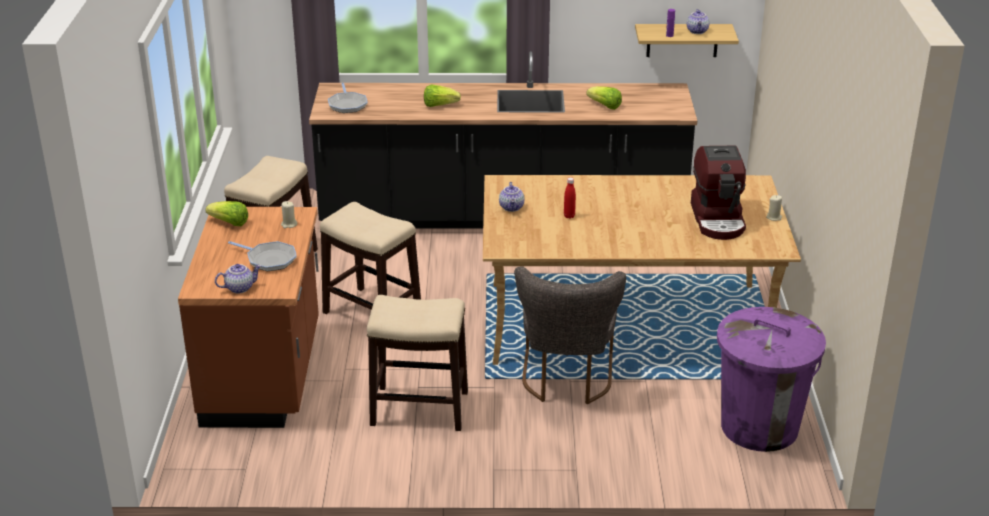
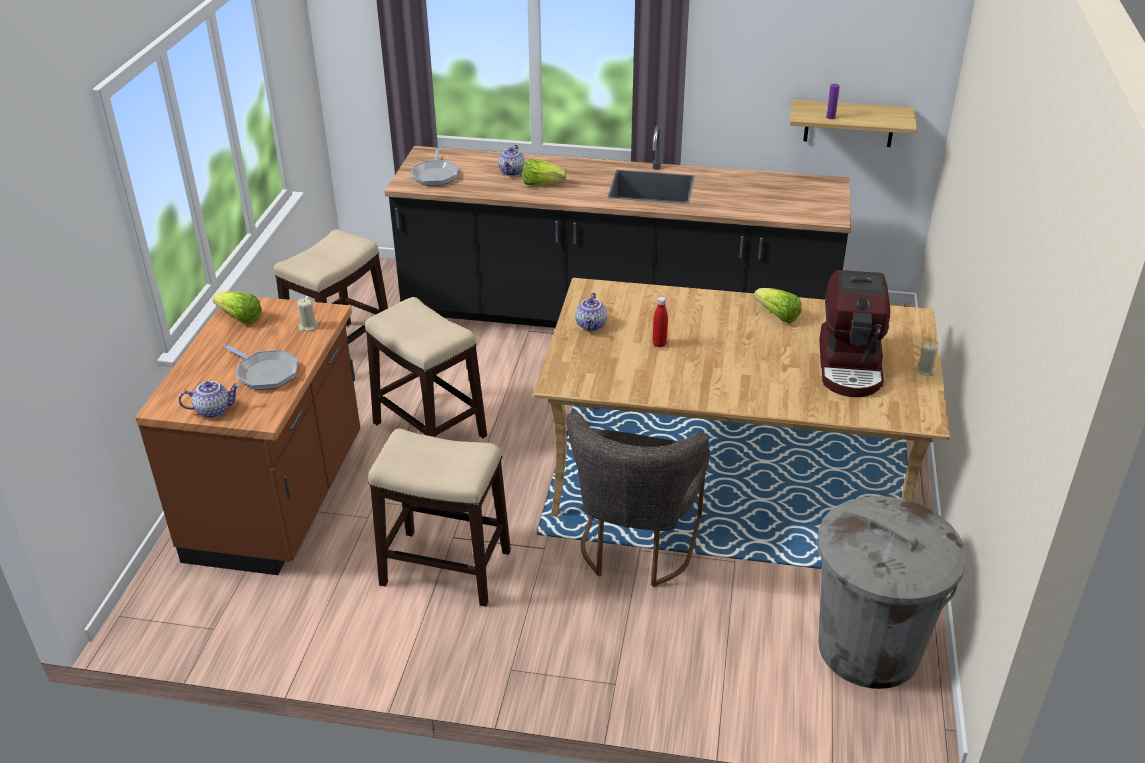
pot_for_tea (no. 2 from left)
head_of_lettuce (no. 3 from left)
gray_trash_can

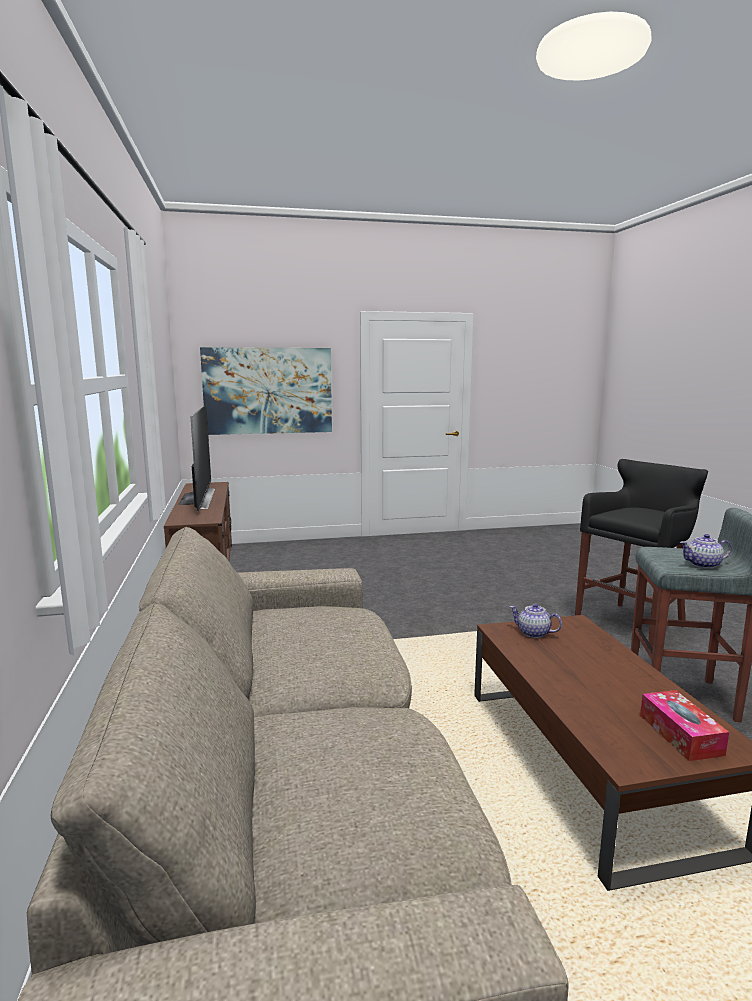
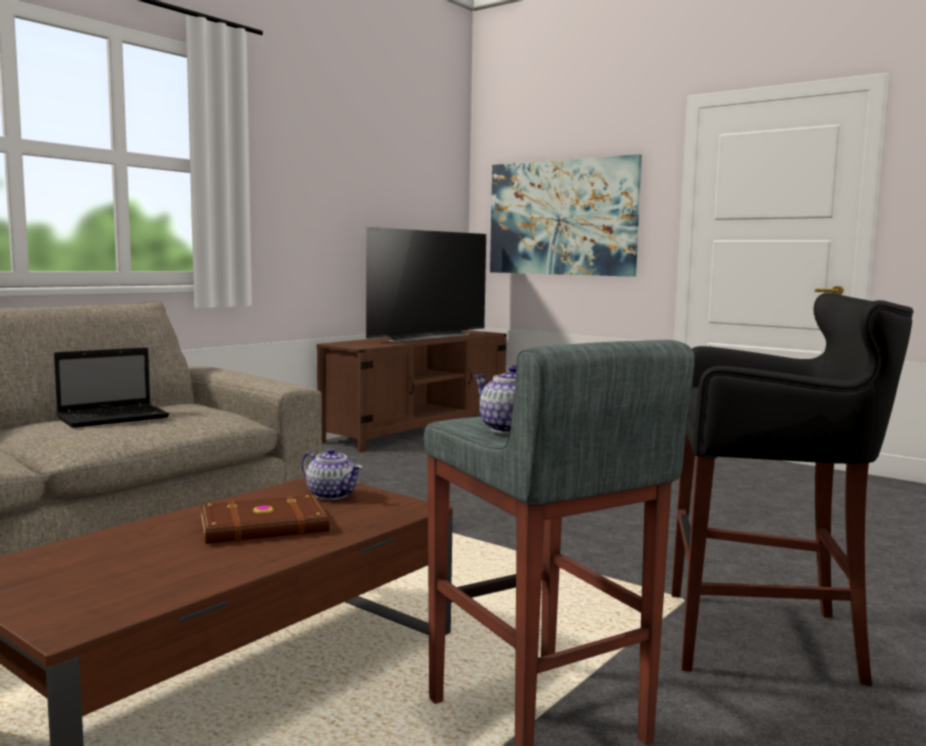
laptop
brown_book
pot_for_tea (no. 1 from left)
tissue_box

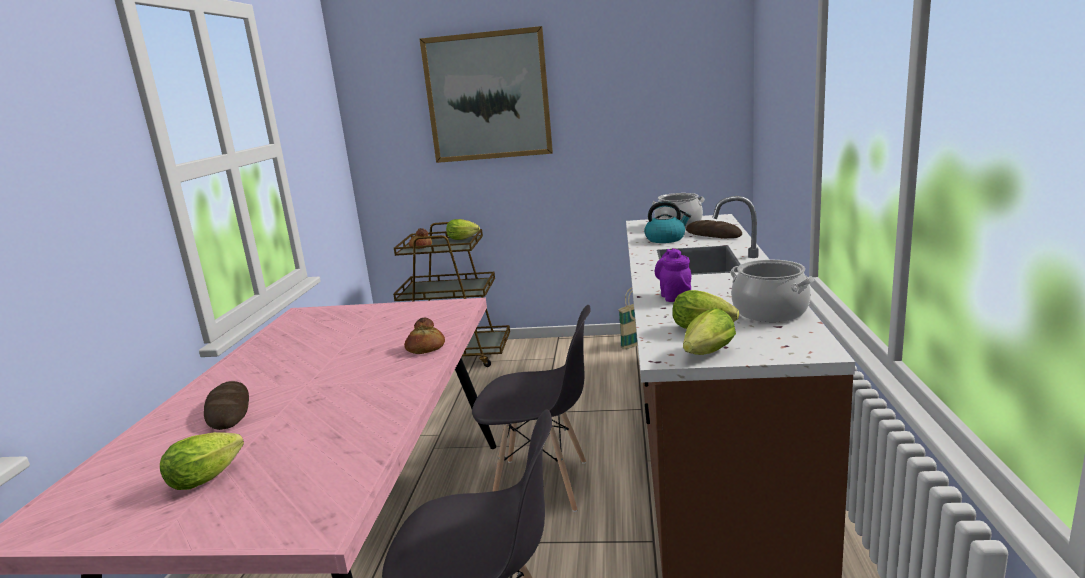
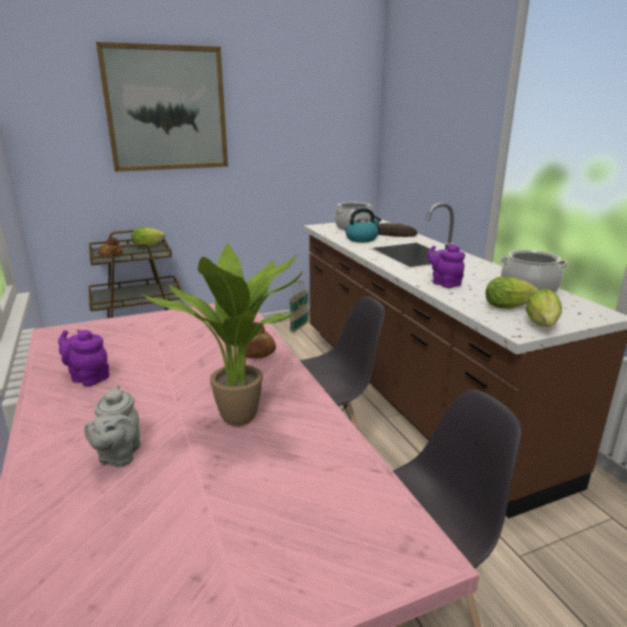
purple_pot_for_tea (no. 1 from left)
gray_pot_for_tea
potted_plant
head_of_lettuce (no. 1 from left in the first image)

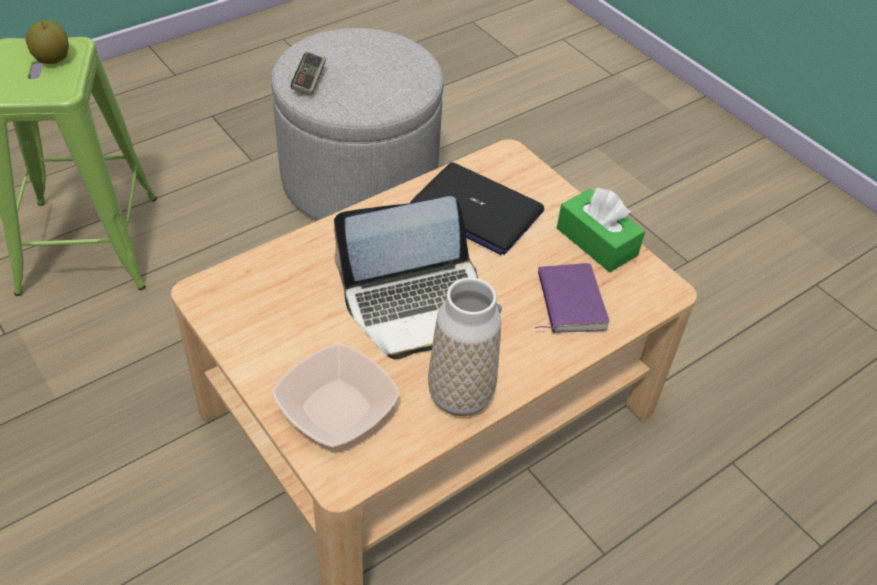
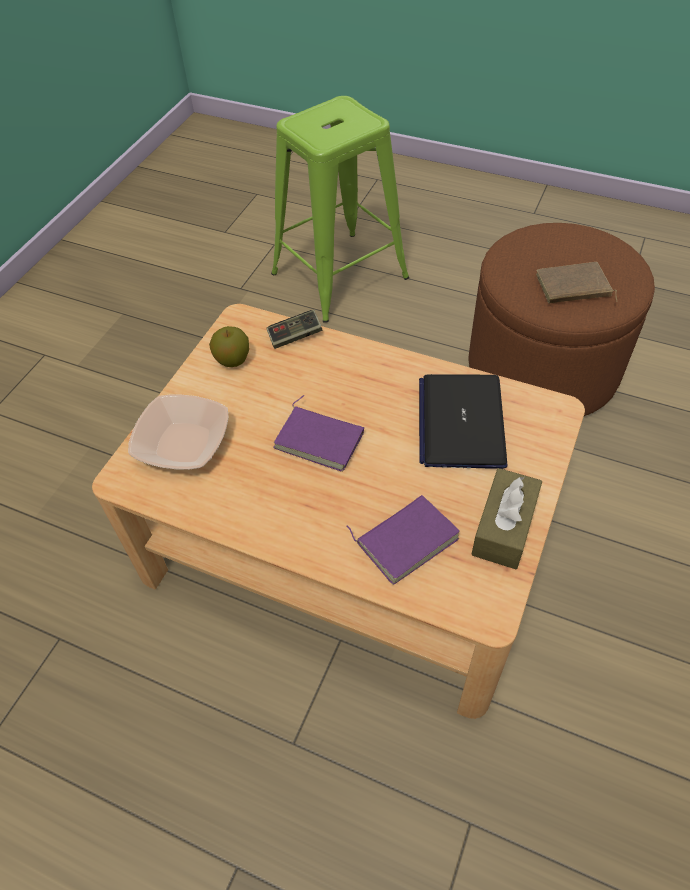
apple_fruit
joypad
purple_book (no. 1 from left)
brown_pouffe
brown_tissue_box
brown_book
flower_vase

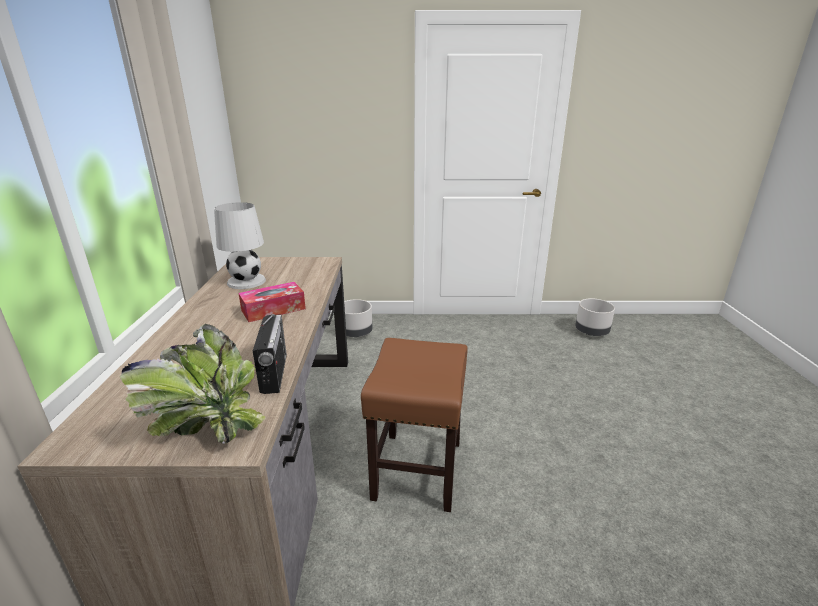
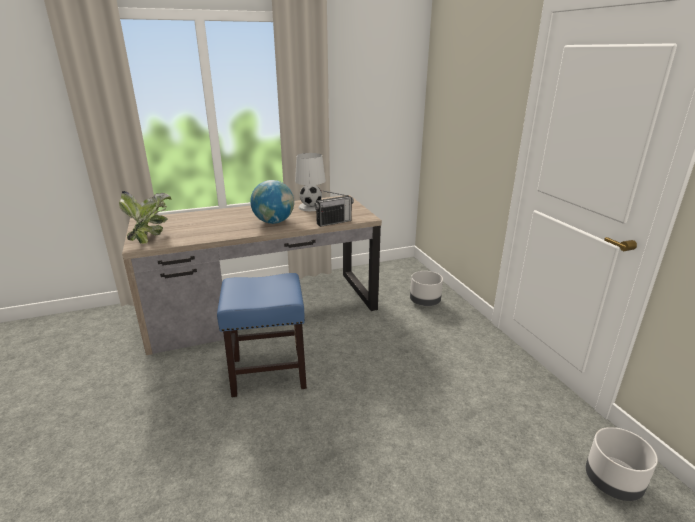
bluish_stool
desk_globe
radio

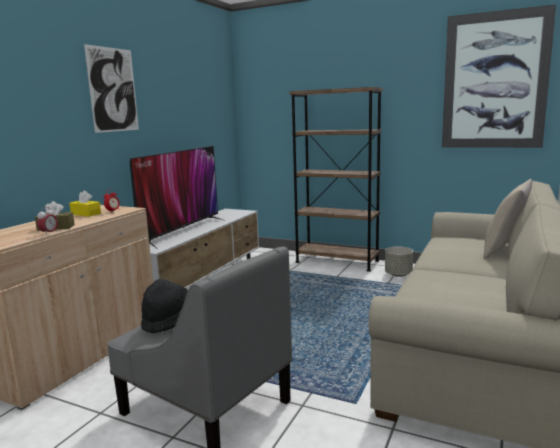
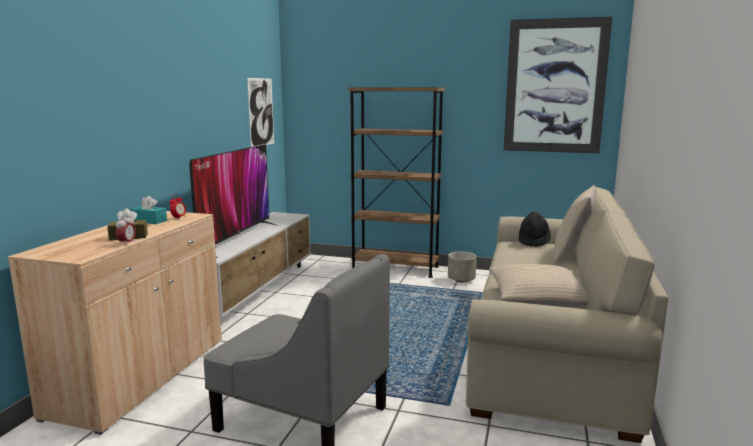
blue-green_tissue_box
wall_picture (no. 1 from left)
beige-coloured_pillow (no. 1 from left)
blackish_clothing_hat

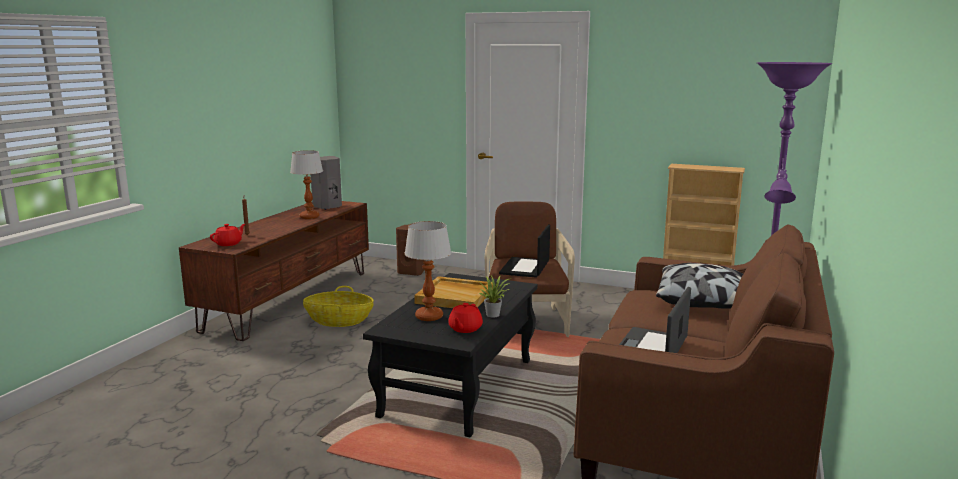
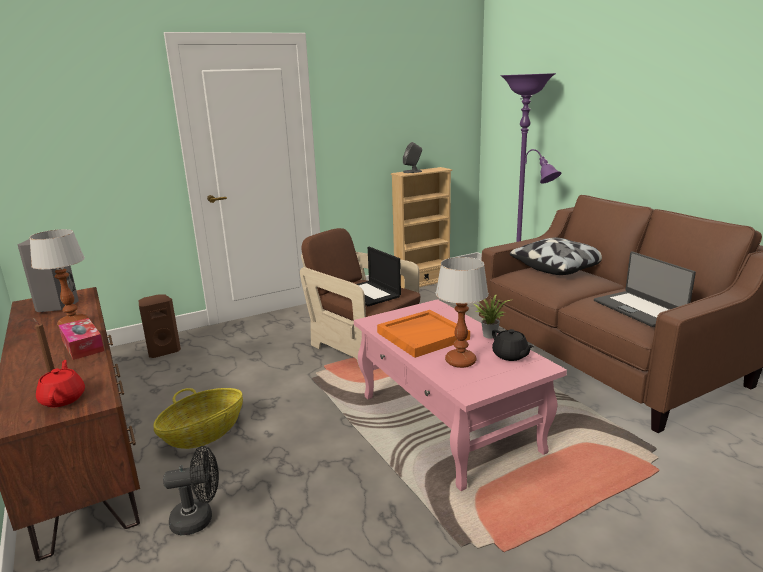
tissue_box
blackish_electric_fan
pink-coloured_lounge_table
orange_serving_tray
gray_loudspeaker (no. 2 from left)
blackish_pot_for_tea

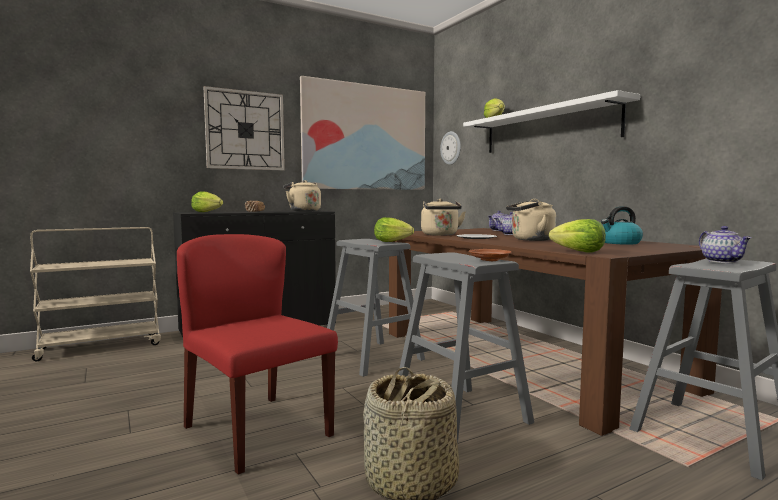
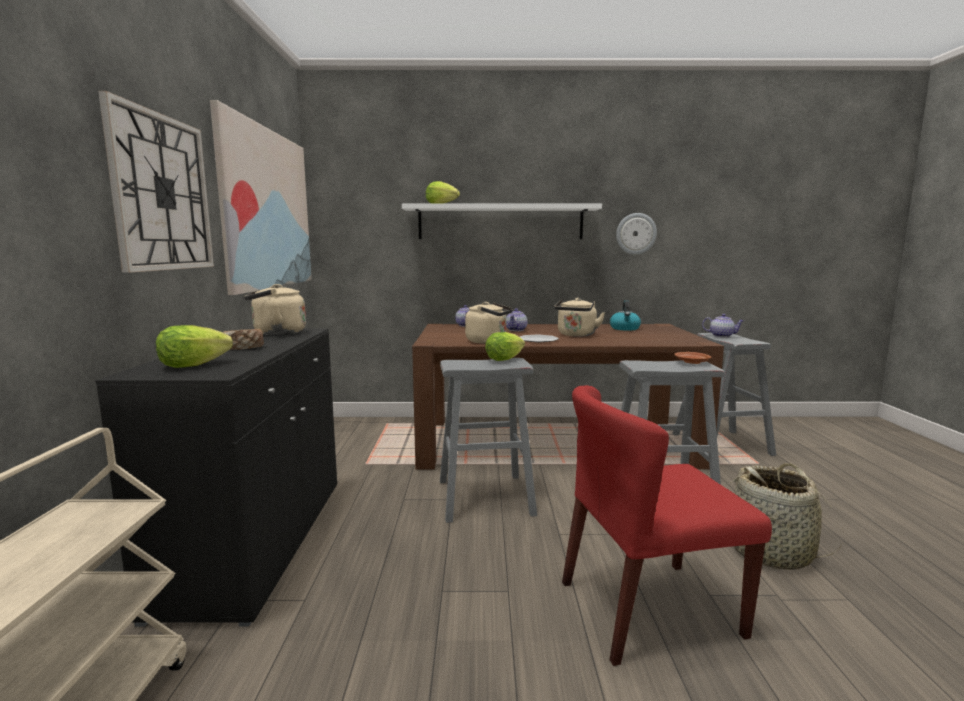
wall_clock (no. 2 from left)
head_of_lettuce (no. 4 from left in the first image)

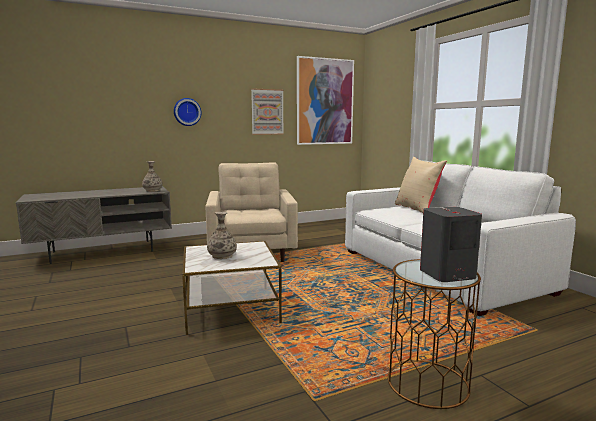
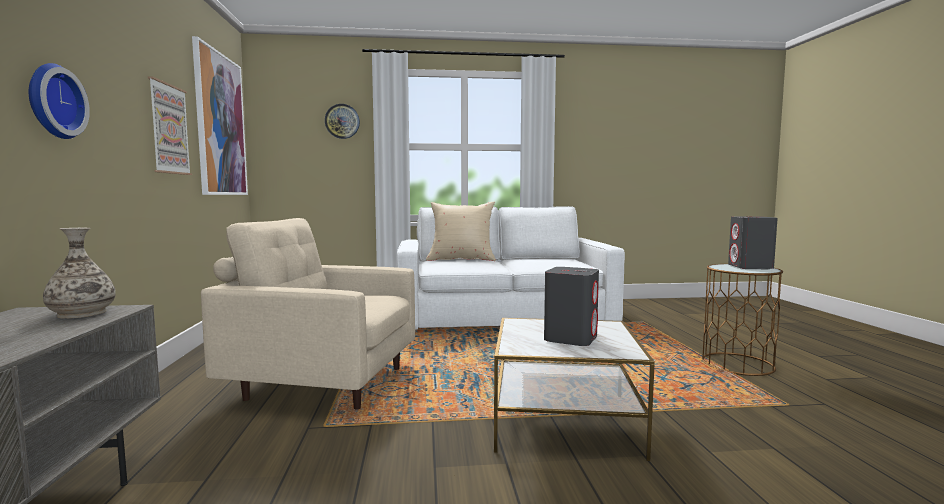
wall_clock (no. 2 from left)
gray_loudspeaker (no. 1 from left)

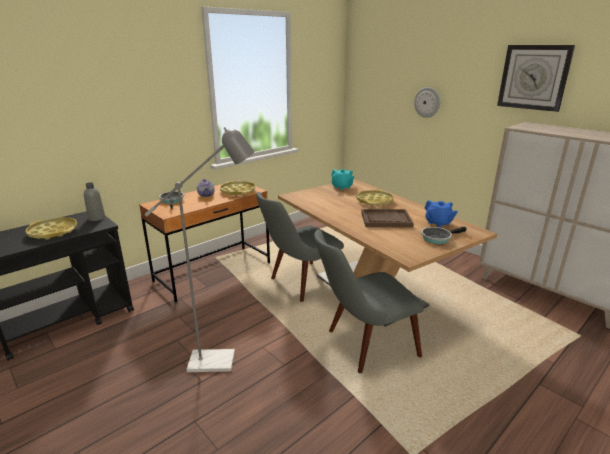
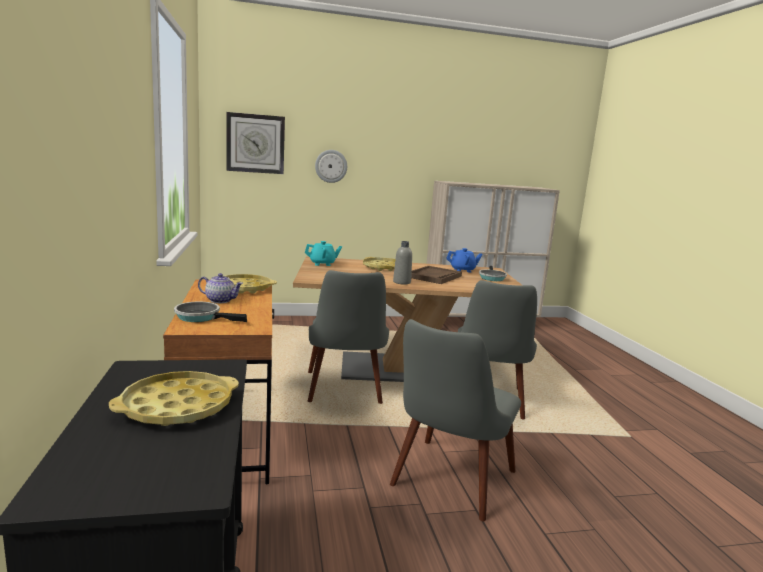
wall_clock (no. 1 from left)
gray_chair (no. 2 from left)
gray_drink_bottle

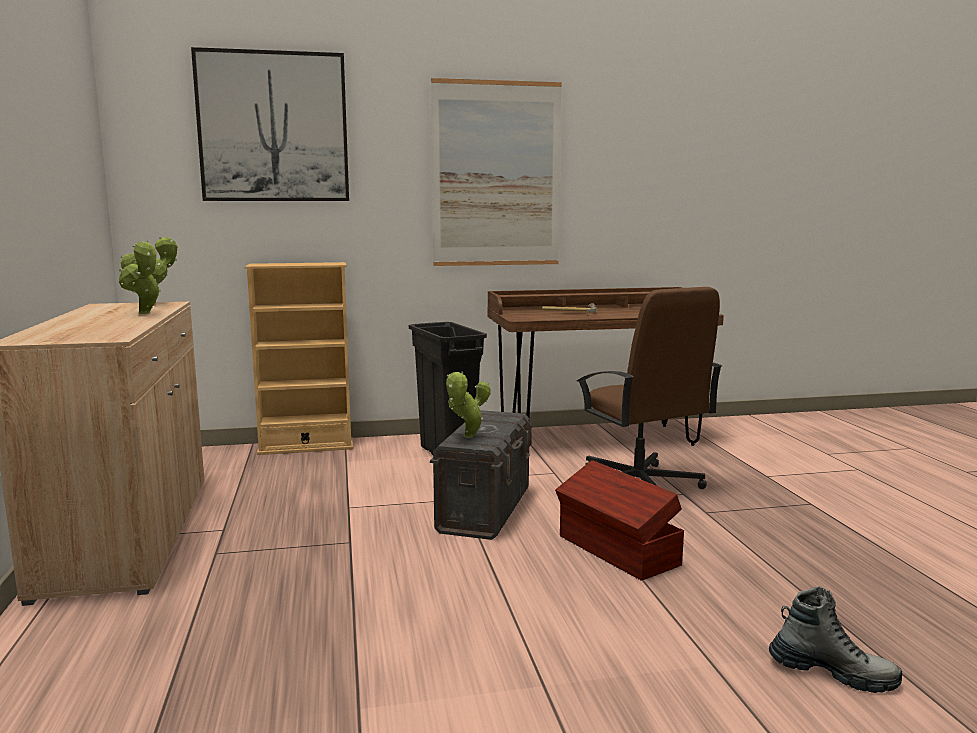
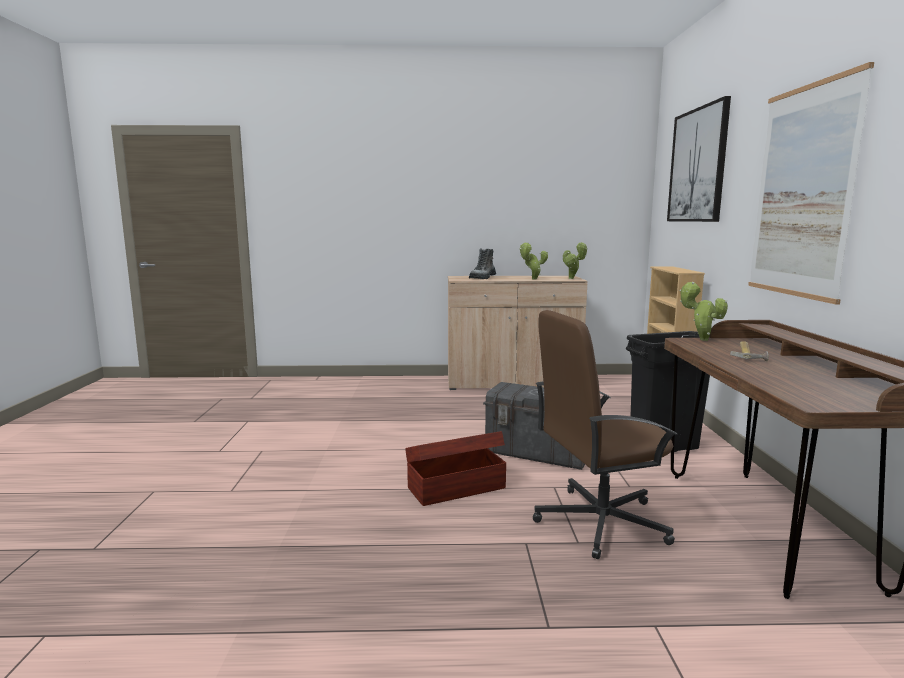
boot
potted_plant (no. 3 from left)

